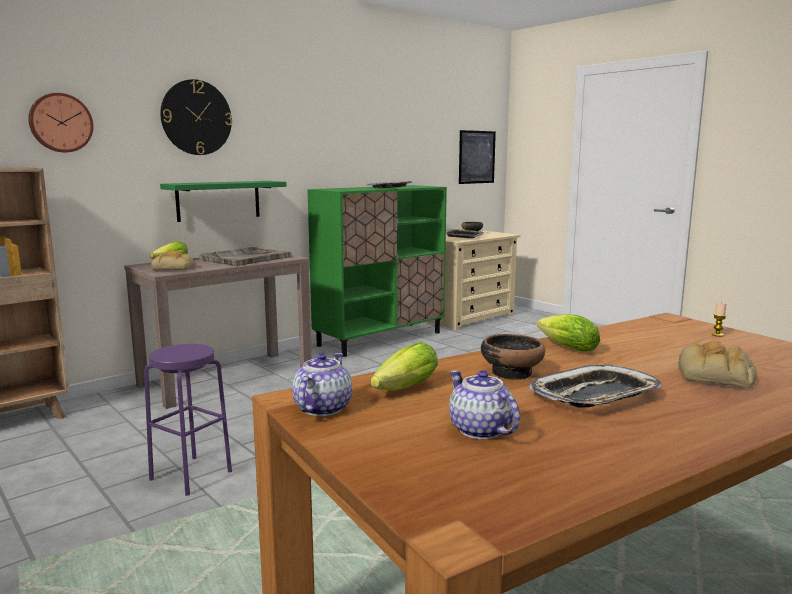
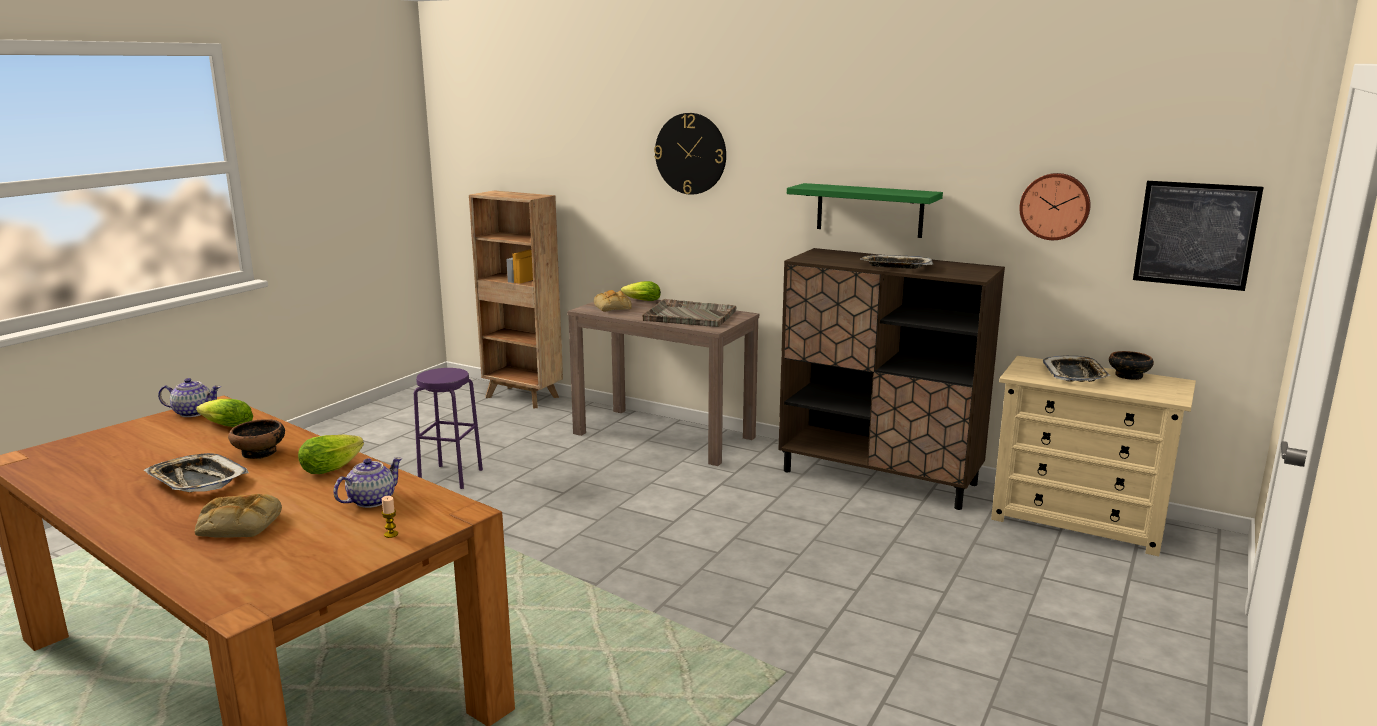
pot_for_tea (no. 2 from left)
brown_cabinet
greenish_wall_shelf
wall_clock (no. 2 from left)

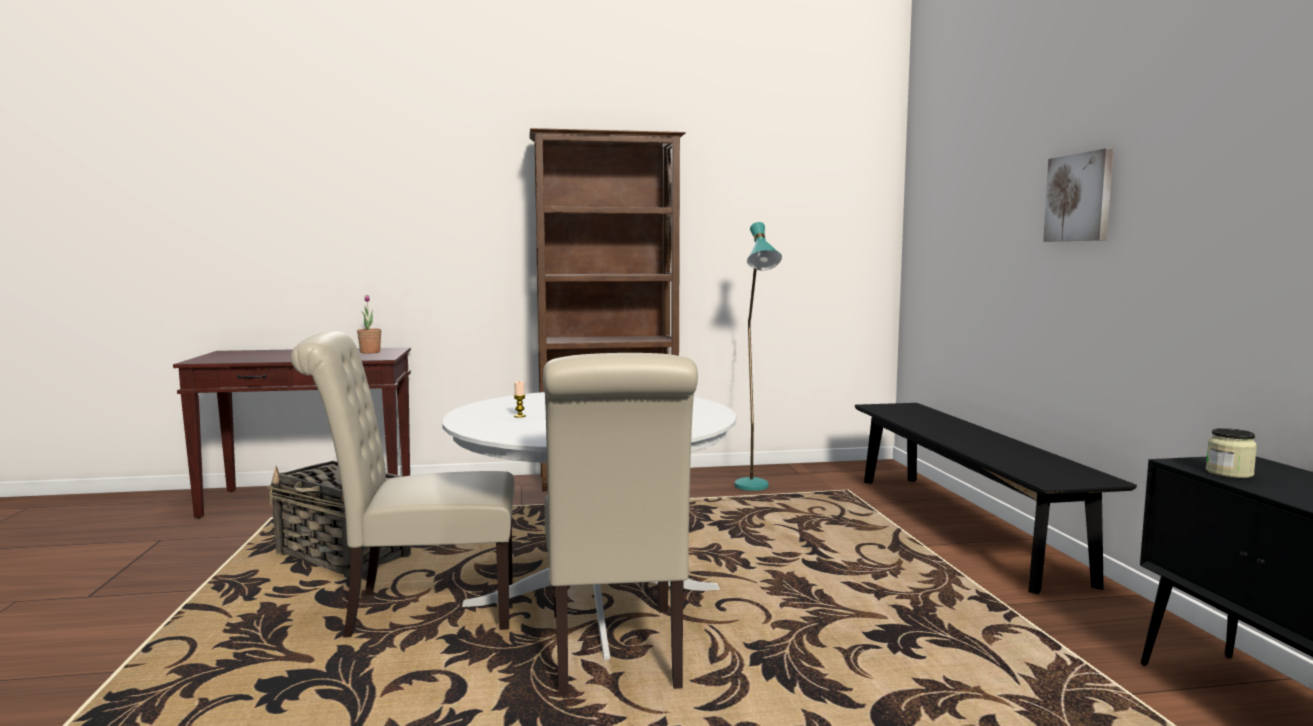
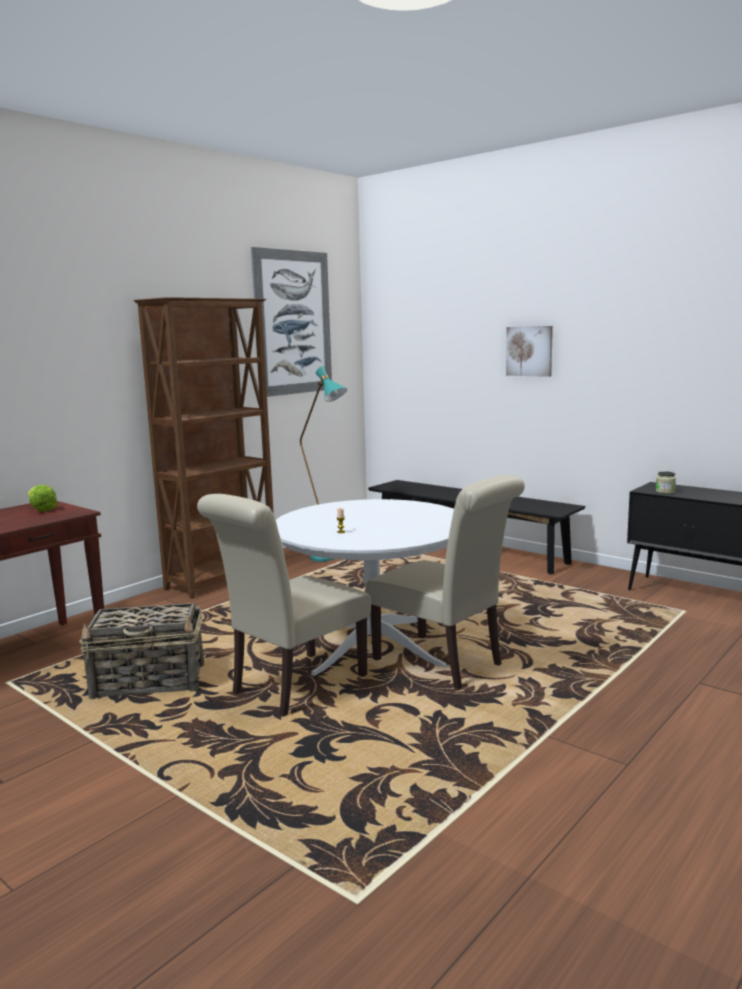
head_of_lettuce
wall_picture (no. 1 from left)

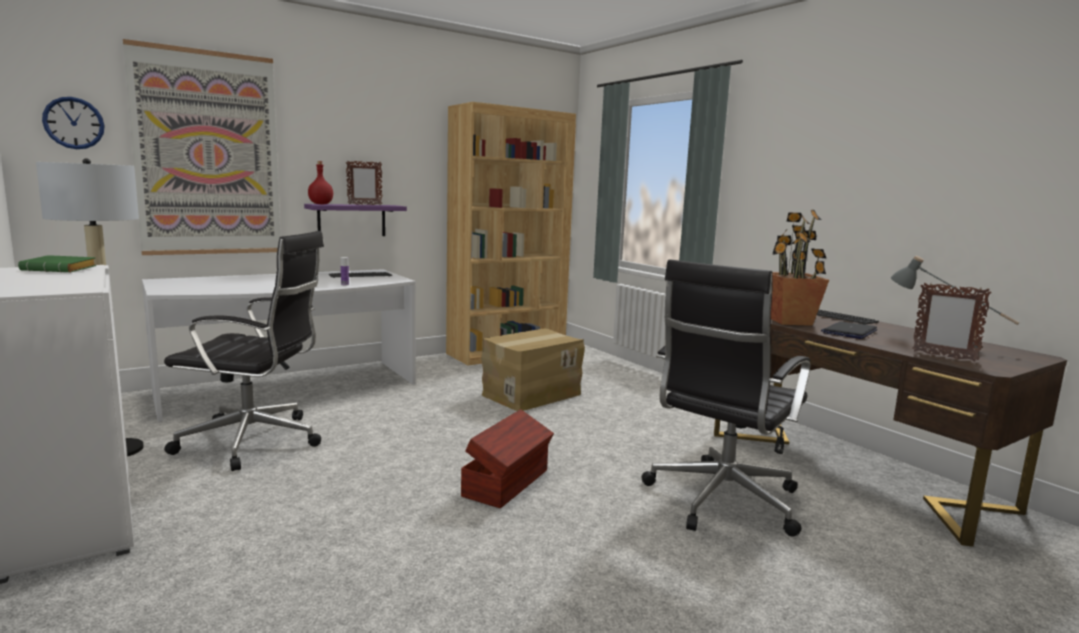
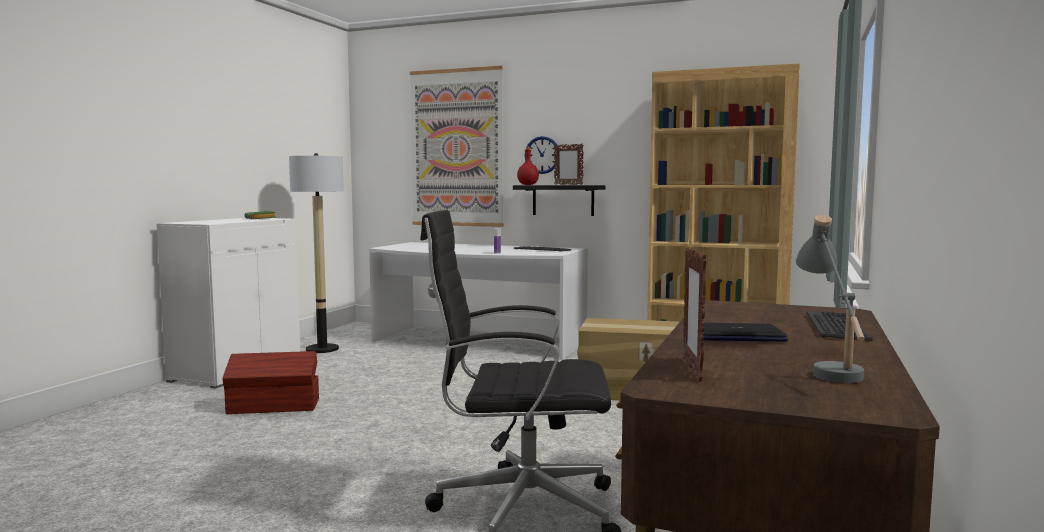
brown_storage_container
blackish_wall_shelf
wall_clock
blackish_computer_chair (no. 1 from left in the first image)
potted_plant

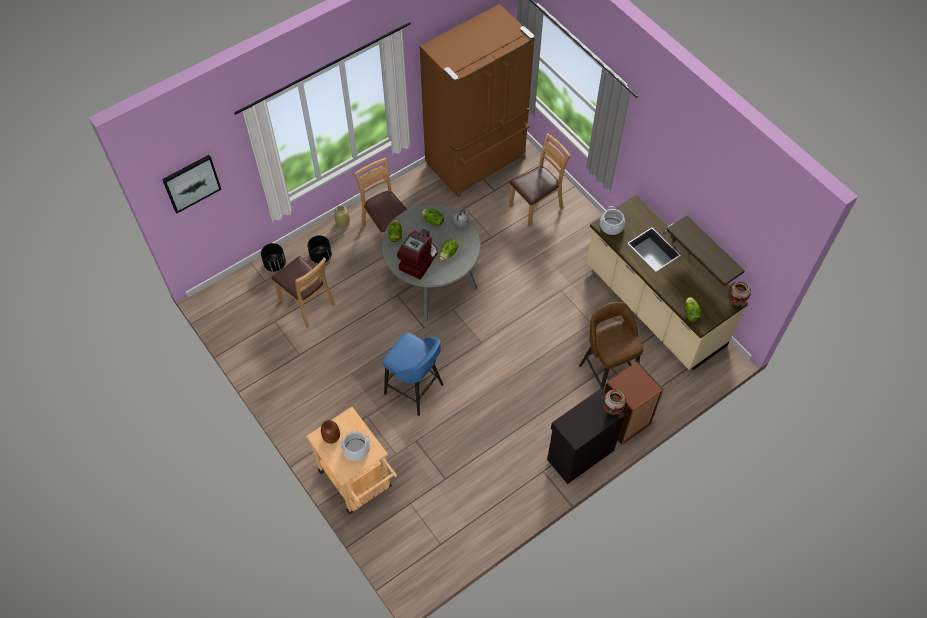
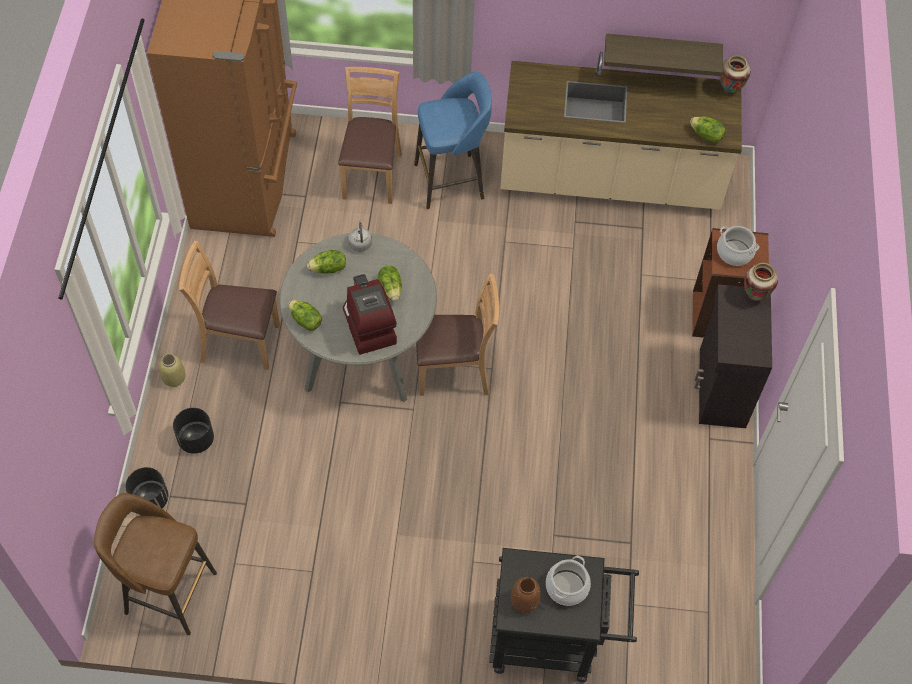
brown_stool
bluish_stool
brown_chair (no. 3 from left)
blackish_trolley
saucepot (no. 2 from left)
wall_picture

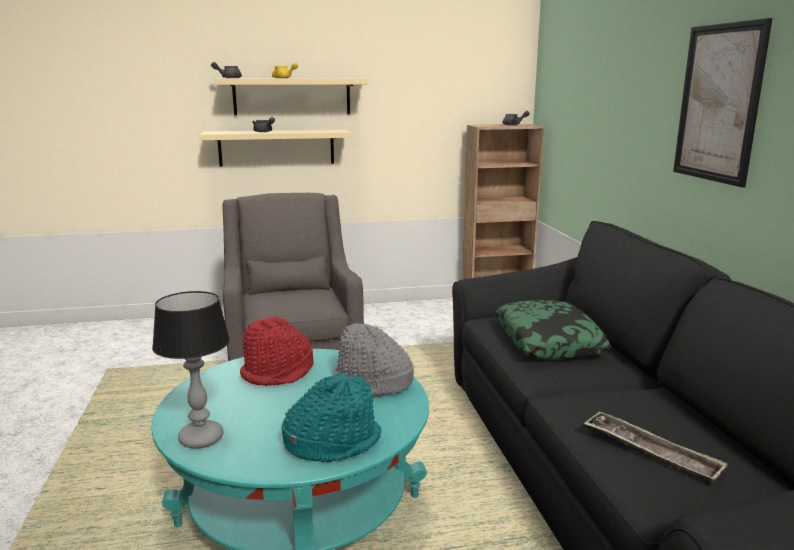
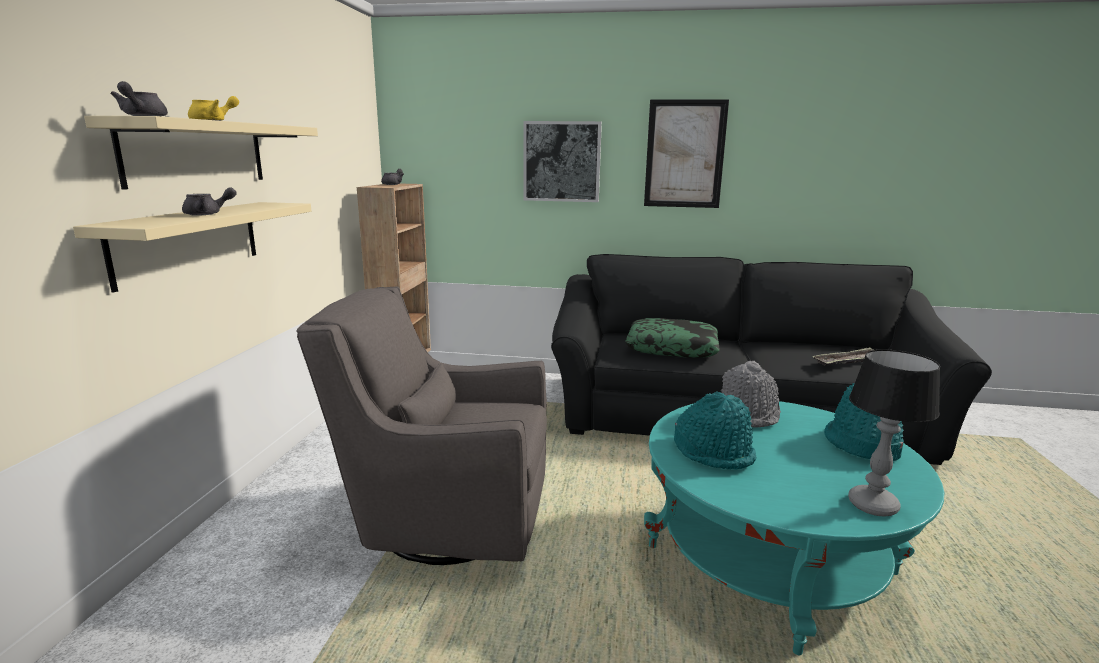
wall_picture (no. 1 from left)
blue-green_clothing_hat (no. 1 from left)

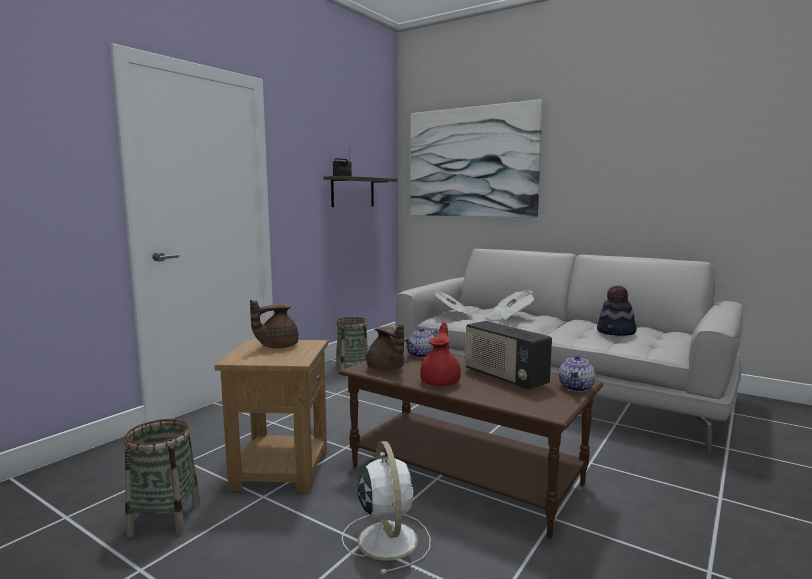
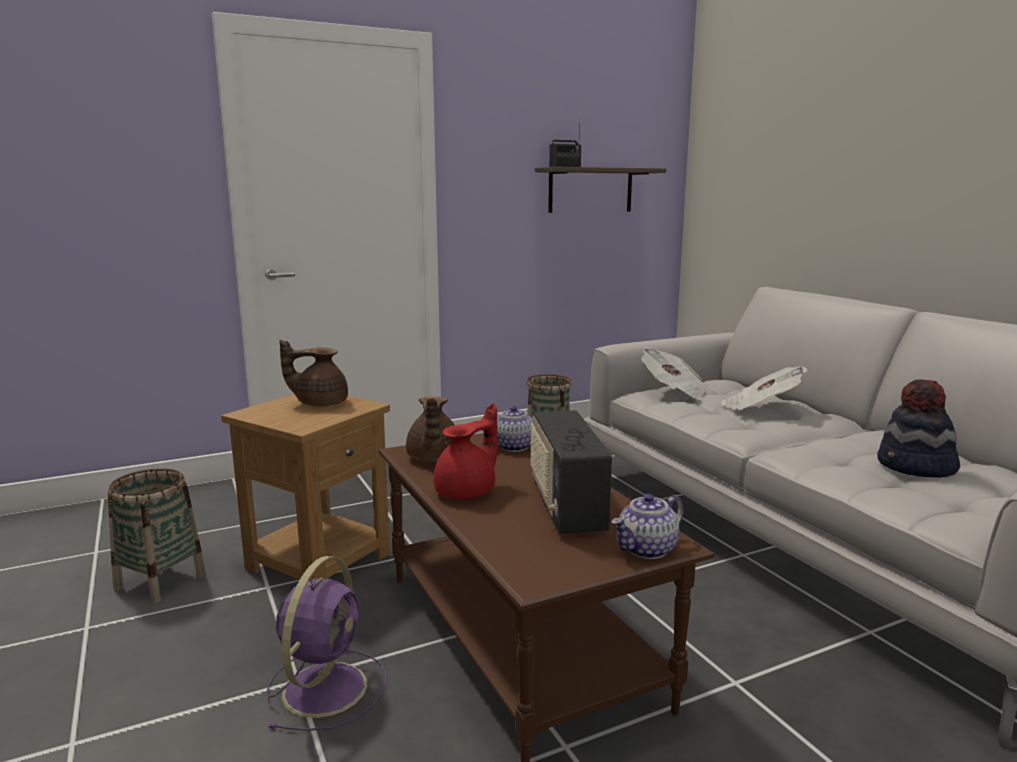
purple_electric_fan
wall_picture

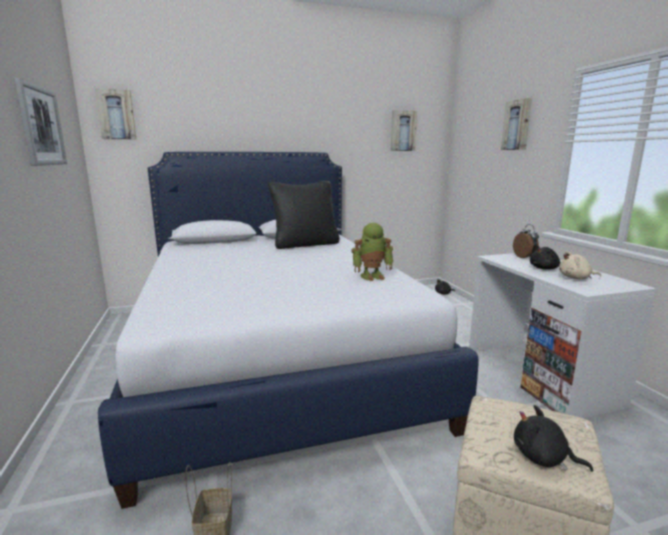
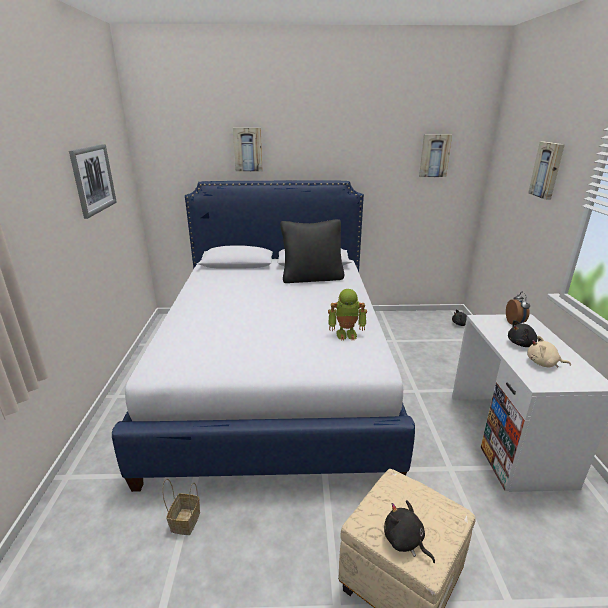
wall_picture (no. 2 from left)

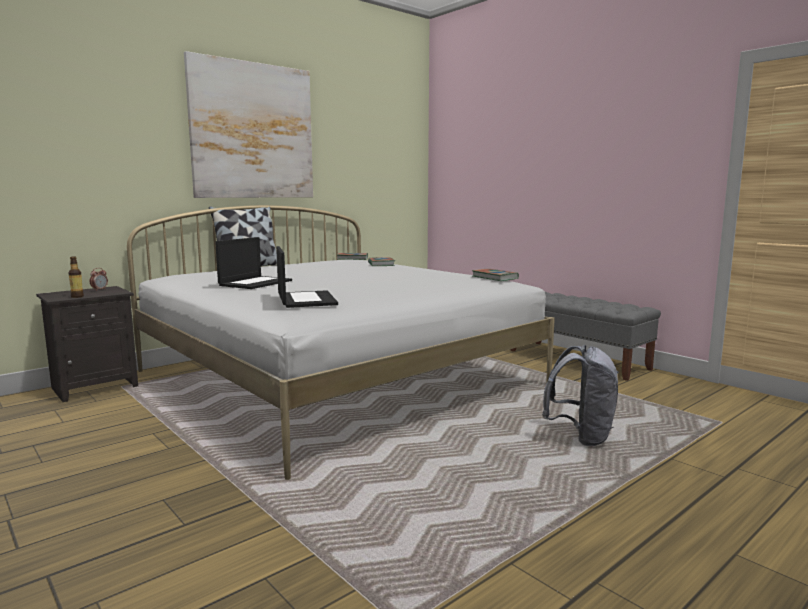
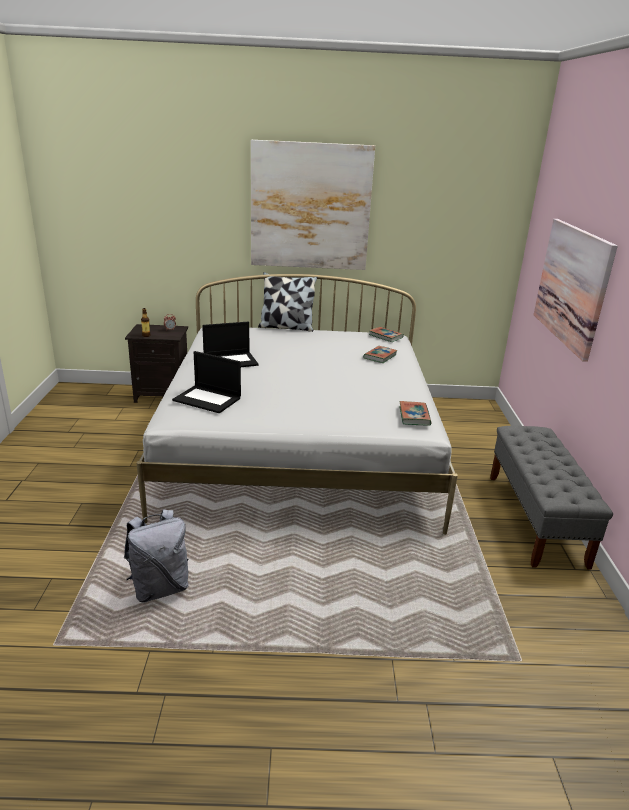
gray_backpack
laptop (no. 1 from left)
wall_picture (no. 2 from left)

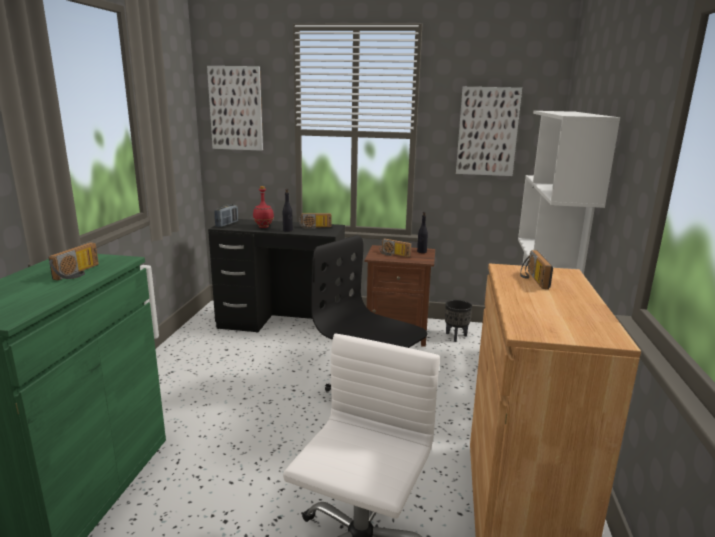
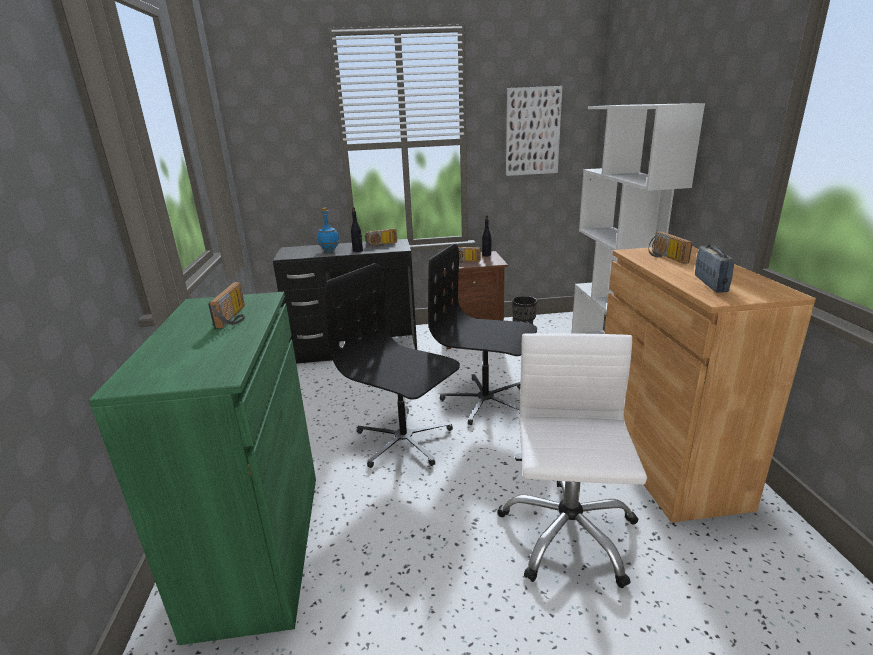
bluish_drink_bottle
blackish_computer_chair (no. 1 from left)
radio (no. 5 from left)
wall_picture (no. 1 from left in the first image)

